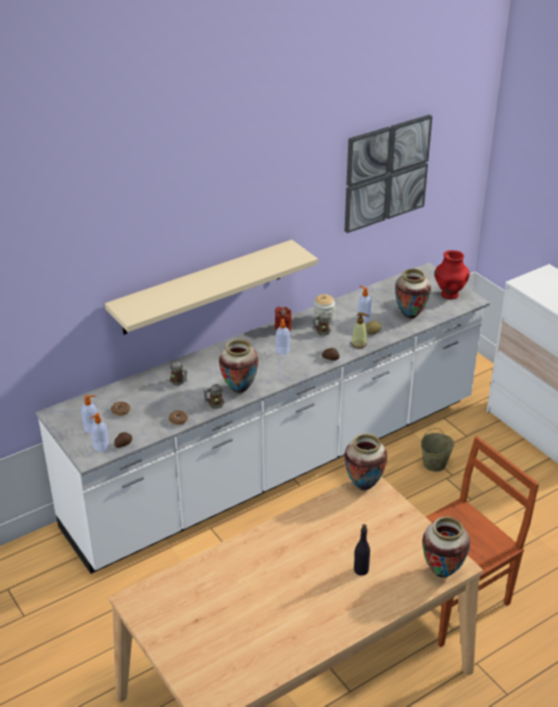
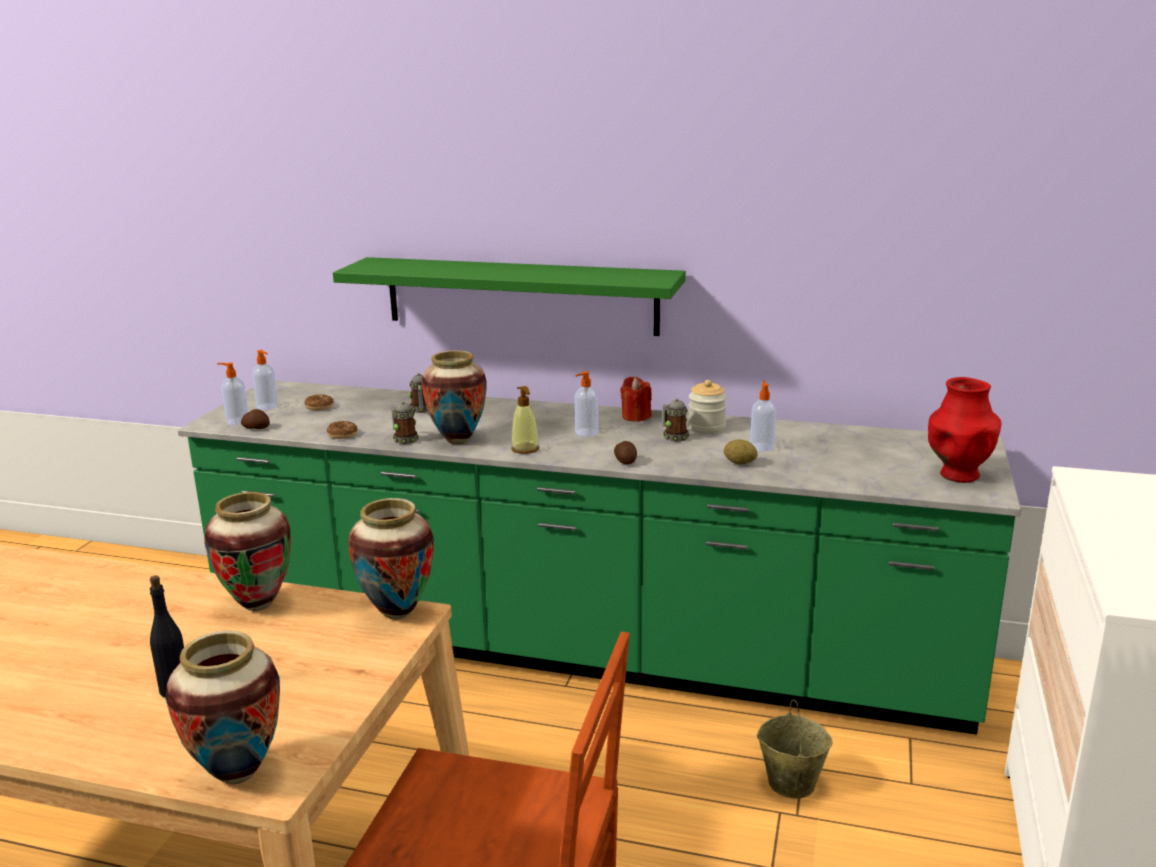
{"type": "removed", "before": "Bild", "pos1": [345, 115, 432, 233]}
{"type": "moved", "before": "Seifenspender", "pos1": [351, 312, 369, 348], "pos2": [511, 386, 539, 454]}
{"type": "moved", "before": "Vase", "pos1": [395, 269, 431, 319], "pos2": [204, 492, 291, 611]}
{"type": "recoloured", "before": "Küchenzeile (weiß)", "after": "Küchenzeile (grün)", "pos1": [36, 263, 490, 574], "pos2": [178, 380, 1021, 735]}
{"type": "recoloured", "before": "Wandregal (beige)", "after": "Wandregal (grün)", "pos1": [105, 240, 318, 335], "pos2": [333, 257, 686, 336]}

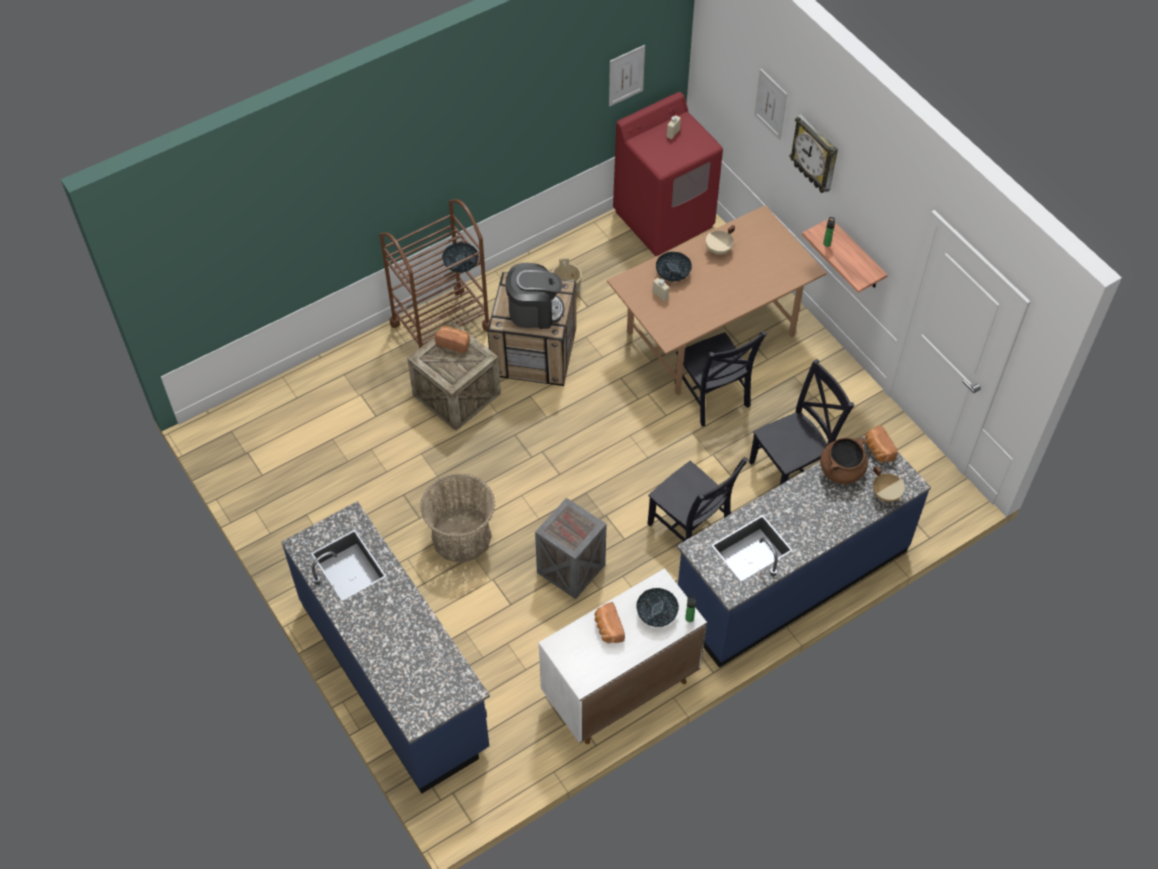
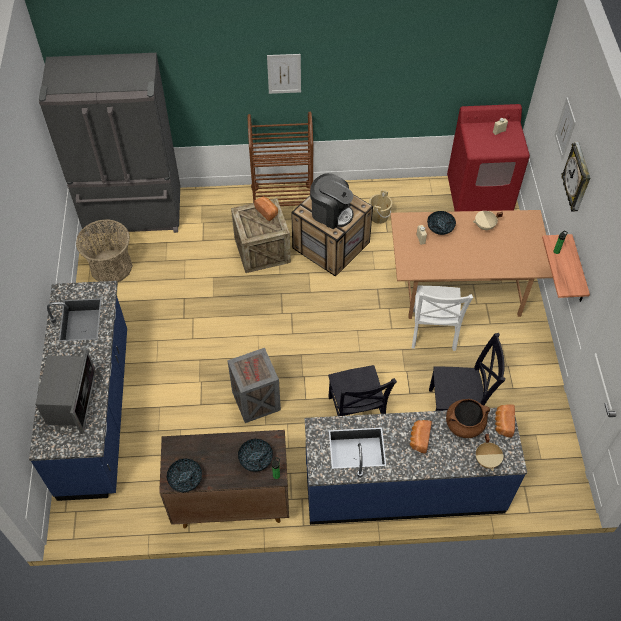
{"type": "added", "after": "Mikrowelle", "pos2": [35, 349, 96, 434]}
{"type": "added", "after": "Kühlschrank (grau)", "pos2": [39, 53, 180, 237]}
{"type": "moved", "before": "Korb", "pos1": [420, 473, 495, 563], "pos2": [76, 219, 133, 282]}
{"type": "moved", "before": "Schüssel", "pos1": [442, 243, 478, 273], "pos2": [167, 459, 202, 493]}
{"type": "moved", "before": "Brot", "pos1": [594, 602, 625, 643], "pos2": [410, 420, 432, 454]}
{"type": "moved", "before": "Bild", "pos1": [609, 45, 645, 106], "pos2": [267, 54, 301, 94]}
{"type": "recoloured", "before": "Schrank (weiß)", "after": "Schrank (braun)", "pos1": [539, 568, 707, 744], "pos2": [159, 430, 289, 528]}
{"type": "recoloured", "before": "Stuhl (schwarz)", "after": "Stuhl (weiß)", "pos1": [675, 331, 767, 426], "pos2": [412, 286, 473, 351]}

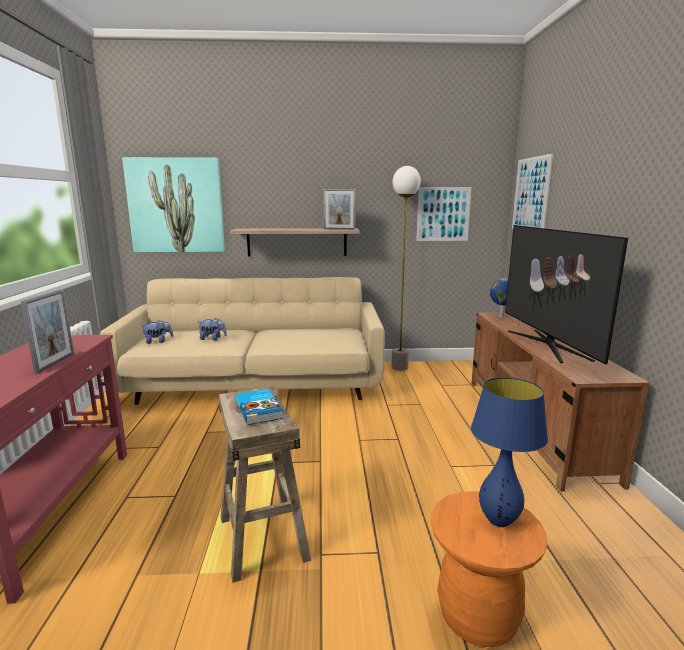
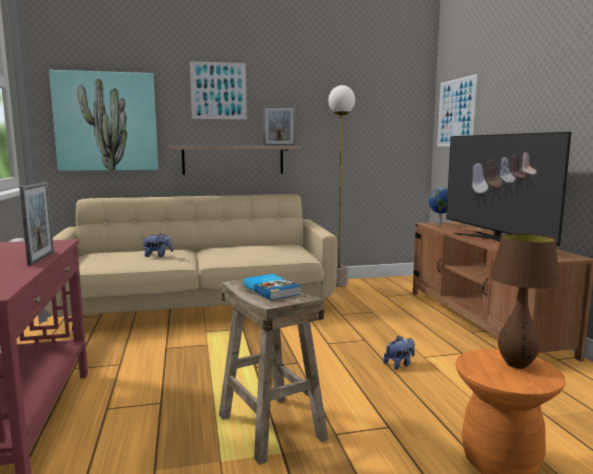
{"type": "moved", "before": "Plüschtier", "pos1": [142, 320, 173, 344], "pos2": [383, 336, 415, 370]}
{"type": "moved", "before": "Bild", "pos1": [416, 187, 471, 241], "pos2": [190, 61, 247, 119]}
{"type": "recoloured", "before": "Tischlampe (blau)", "after": "Tischlampe (braun)", "pos1": [471, 377, 548, 527], "pos2": [490, 233, 561, 369]}

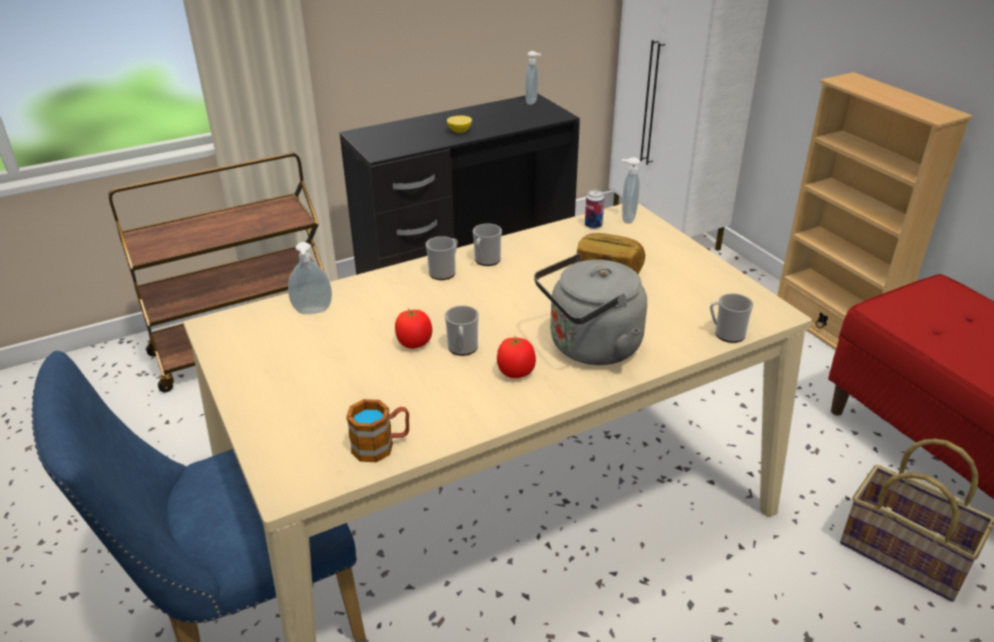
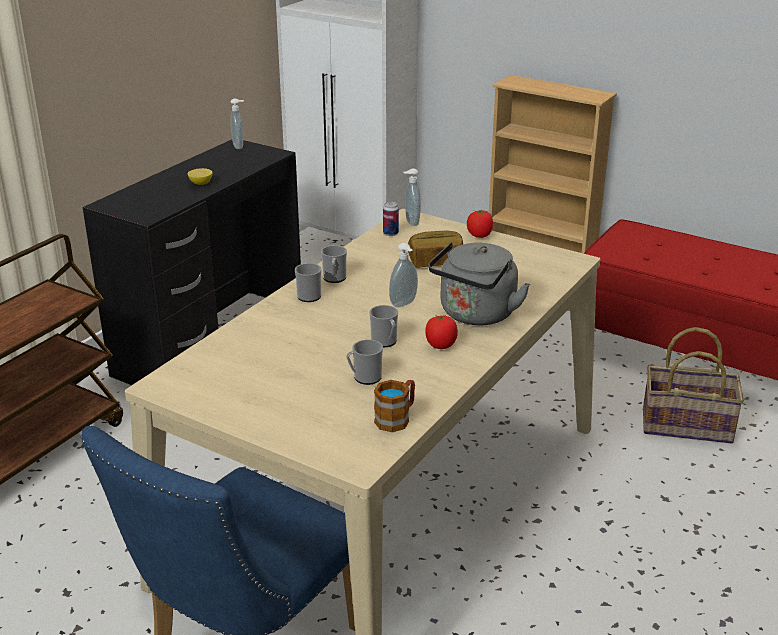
{"type": "moved", "before": "Seifenspender", "pos1": [288, 242, 332, 314], "pos2": [389, 243, 418, 307]}
{"type": "moved", "before": "Tomate", "pos1": [395, 309, 432, 349], "pos2": [467, 209, 493, 238]}
{"type": "moved", "before": "Henkelbecher", "pos1": [710, 294, 753, 343], "pos2": [346, 340, 383, 385]}

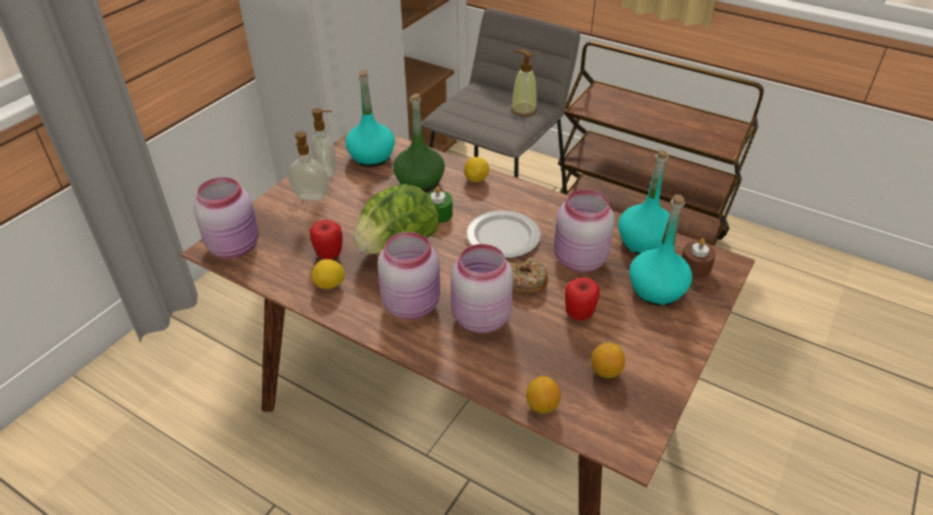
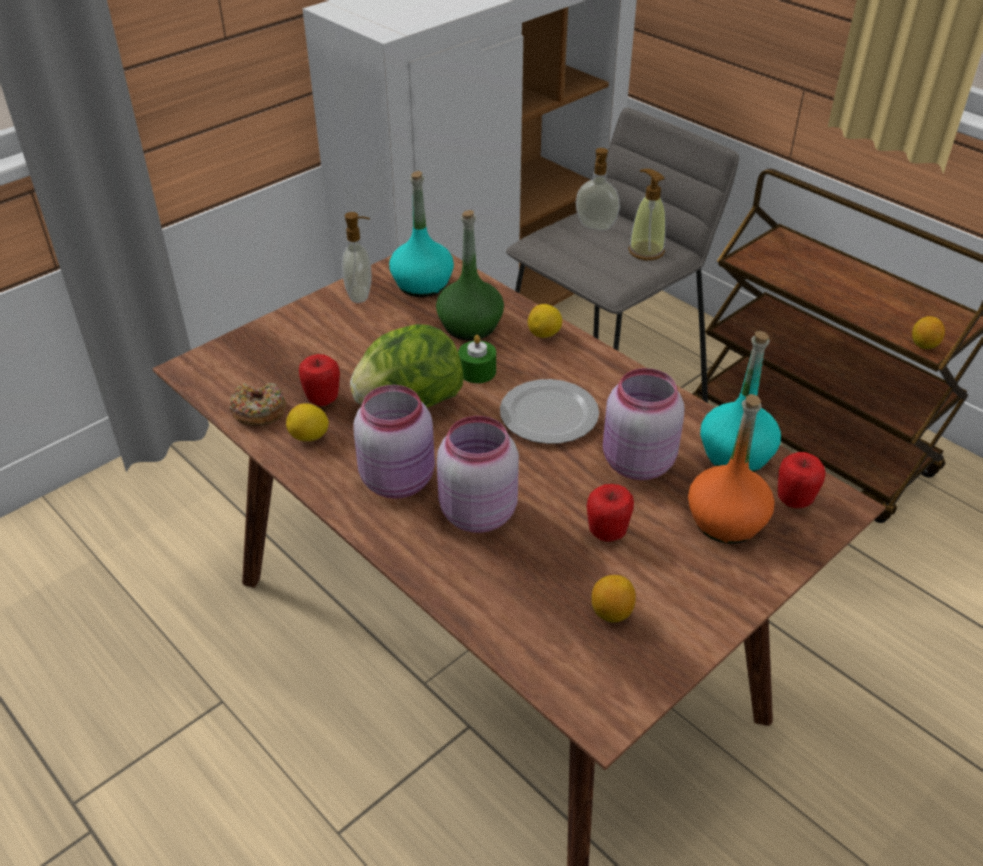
{"type": "removed", "before": "Vorratsglas (rosa)", "pos1": [194, 177, 259, 259]}
{"type": "moved", "before": "Seifenspender", "pos1": [288, 131, 329, 200], "pos2": [576, 148, 620, 231]}
{"type": "moved", "before": "Donut", "pos1": [509, 258, 548, 295], "pos2": [230, 383, 286, 427]}
{"type": "moved", "before": "Zitrone", "pos1": [526, 376, 561, 414], "pos2": [912, 316, 945, 349]}
{"type": "replaced", "before": "Kerze (braun)", "after": "Apfel", "pos1": [682, 238, 716, 278], "pos2": [778, 452, 826, 508]}
{"type": "recoloured", "before": "Flasche (türkis)", "after": "Flasche (orange)", "pos1": [629, 194, 692, 306], "pos2": [688, 394, 775, 544]}

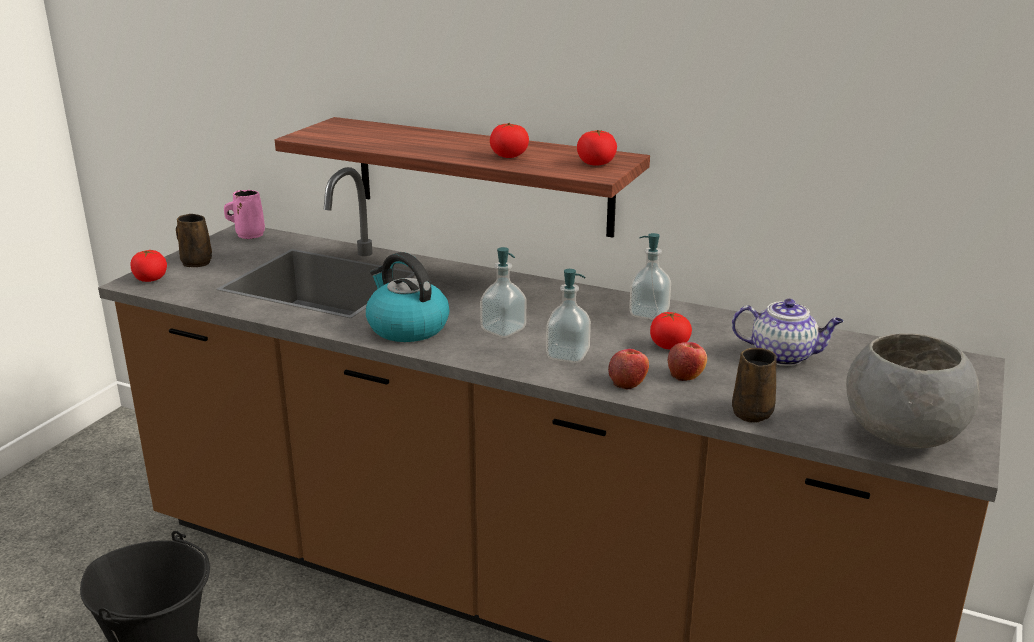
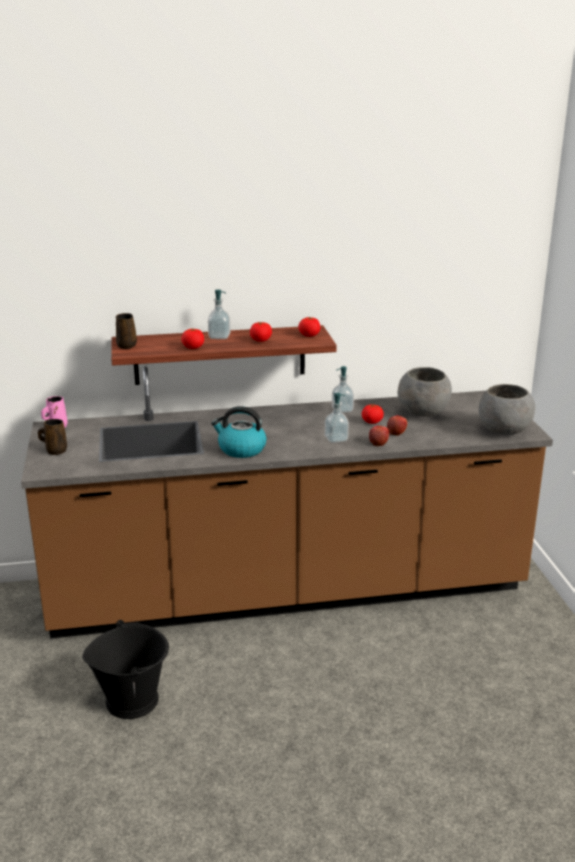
{"type": "moved", "before": "Tomate", "pos1": [131, 250, 167, 282], "pos2": [181, 329, 204, 349]}
{"type": "moved", "before": "Seifenspender", "pos1": [480, 247, 527, 338], "pos2": [208, 289, 231, 339]}
{"type": "moved", "before": "Henkelbecher (braun)", "pos1": [732, 348, 776, 423], "pos2": [116, 313, 137, 349]}
{"type": "replaced", "before": "Teekanne", "after": "Schüssel (grau)", "pos1": [732, 299, 844, 366], "pos2": [398, 367, 452, 417]}

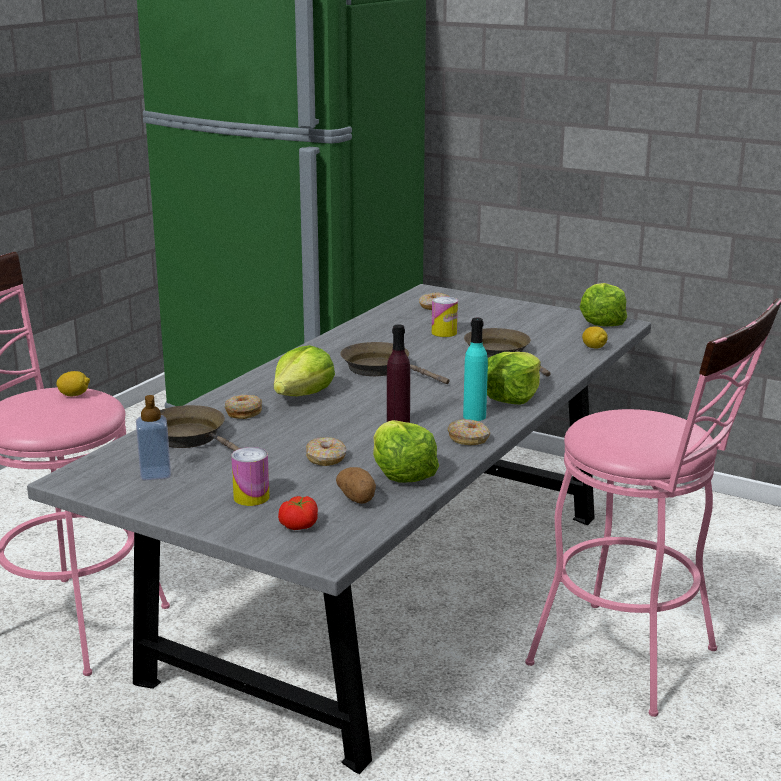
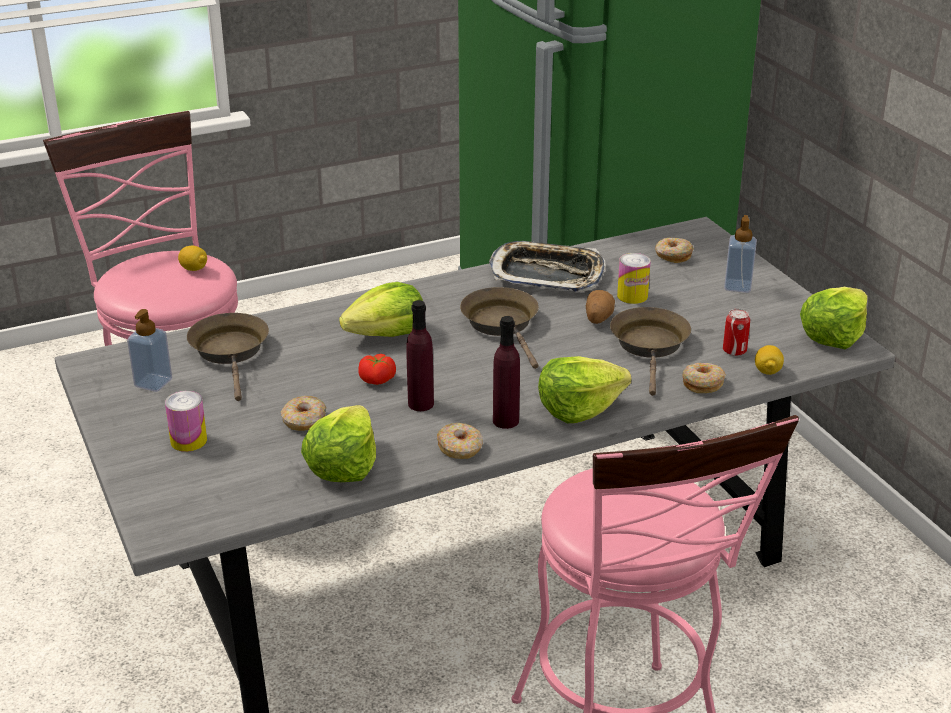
{"type": "added", "after": "Tablett", "pos2": [489, 241, 606, 292]}
{"type": "added", "after": "Dose", "pos2": [723, 309, 750, 356]}
{"type": "added", "after": "Seifenspender", "pos2": [724, 215, 757, 293]}
{"type": "moved", "before": "Donut", "pos1": [225, 395, 262, 419], "pos2": [682, 363, 726, 393]}
{"type": "moved", "before": "Tomate", "pos1": [278, 496, 318, 530], "pos2": [358, 354, 396, 385]}
{"type": "moved", "before": "Kartoffel", "pos1": [336, 467, 376, 504], "pos2": [586, 290, 615, 324]}
{"type": "recoloured", "before": "Flasche (türkis)", "after": "Flasche (lila)", "pos1": [463, 318, 488, 421], "pos2": [493, 316, 520, 429]}

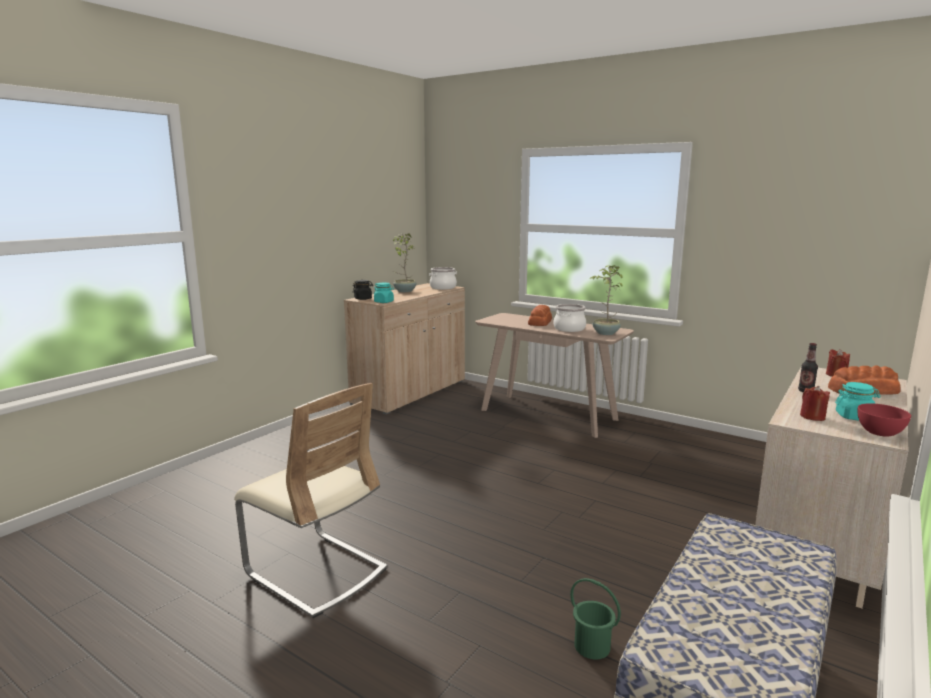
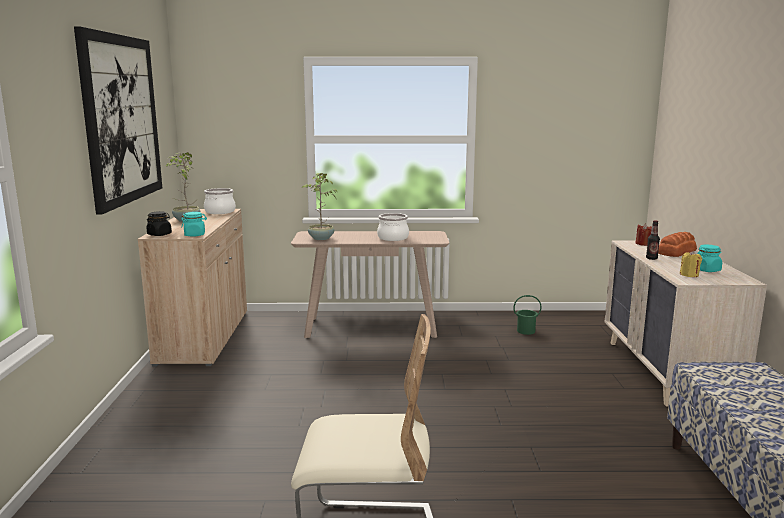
{"type": "removed", "before": "Brot", "pos1": [528, 305, 552, 326]}
{"type": "removed", "before": "Schüssel (rot)", "pos1": [857, 403, 911, 437]}
{"type": "added", "after": "Bild", "pos2": [74, 27, 162, 214]}
{"type": "moved", "before": "Eimer (grün)", "pos1": [570, 578, 621, 659], "pos2": [513, 295, 542, 335]}
{"type": "moved", "before": "Topfpflanze", "pos1": [590, 265, 623, 335], "pos2": [302, 173, 338, 240]}
{"type": "recoloured", "before": "Kerze (rot)", "after": "Kerze (gelb)", "pos1": [800, 386, 830, 421], "pos2": [680, 251, 702, 277]}

